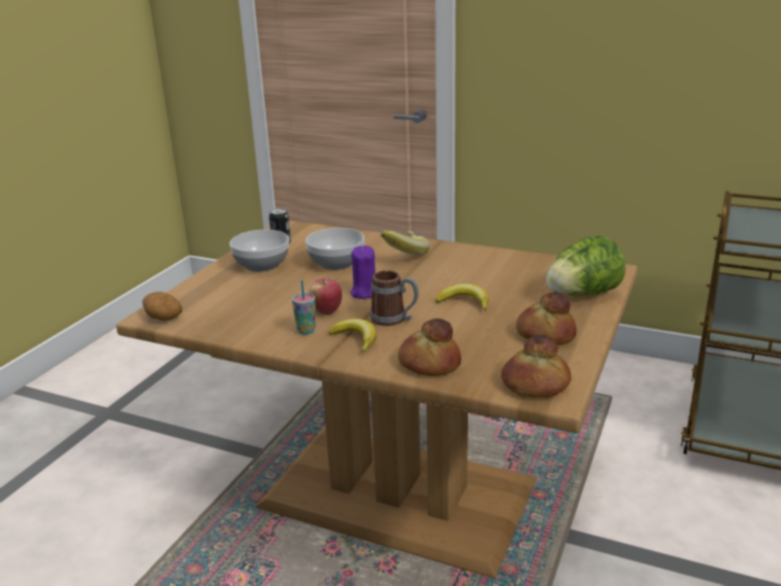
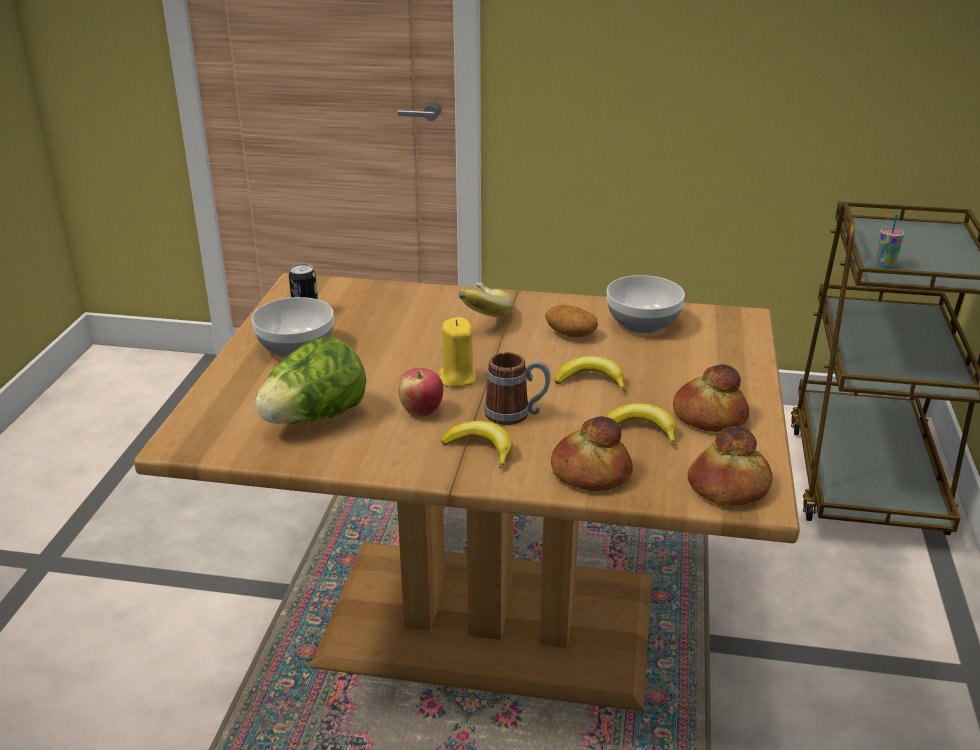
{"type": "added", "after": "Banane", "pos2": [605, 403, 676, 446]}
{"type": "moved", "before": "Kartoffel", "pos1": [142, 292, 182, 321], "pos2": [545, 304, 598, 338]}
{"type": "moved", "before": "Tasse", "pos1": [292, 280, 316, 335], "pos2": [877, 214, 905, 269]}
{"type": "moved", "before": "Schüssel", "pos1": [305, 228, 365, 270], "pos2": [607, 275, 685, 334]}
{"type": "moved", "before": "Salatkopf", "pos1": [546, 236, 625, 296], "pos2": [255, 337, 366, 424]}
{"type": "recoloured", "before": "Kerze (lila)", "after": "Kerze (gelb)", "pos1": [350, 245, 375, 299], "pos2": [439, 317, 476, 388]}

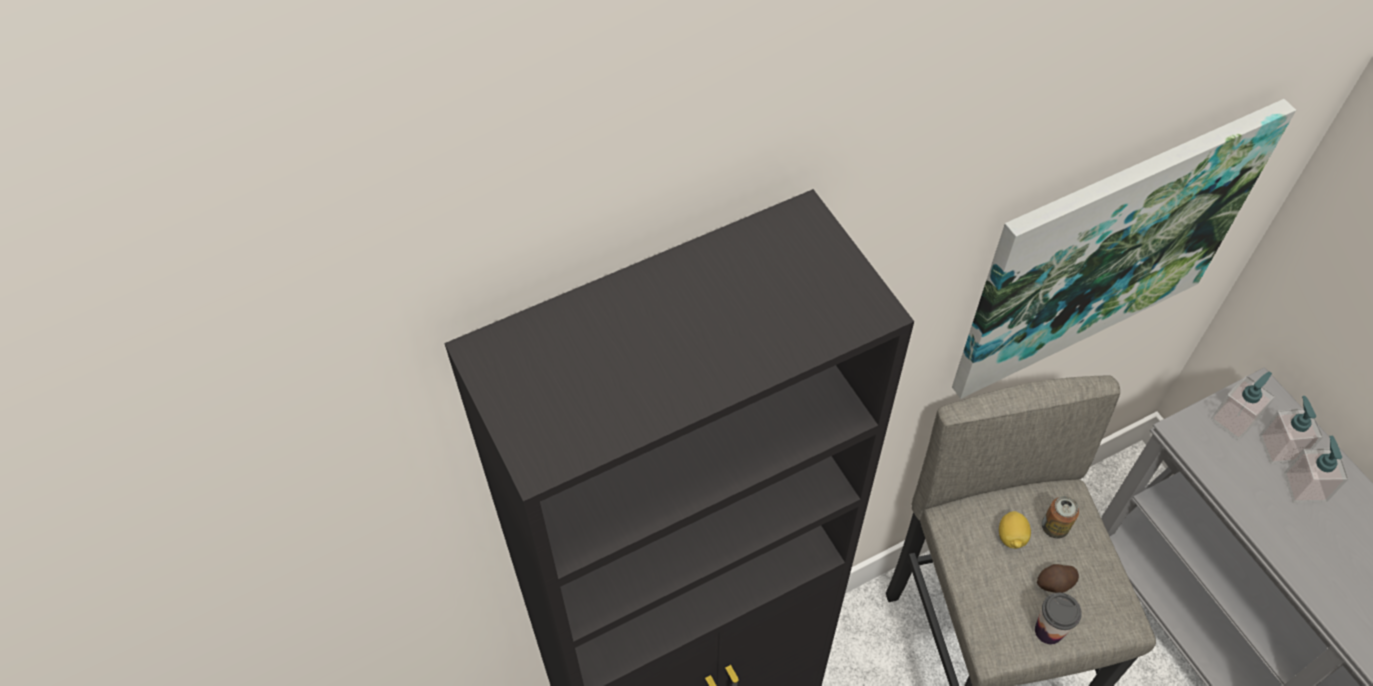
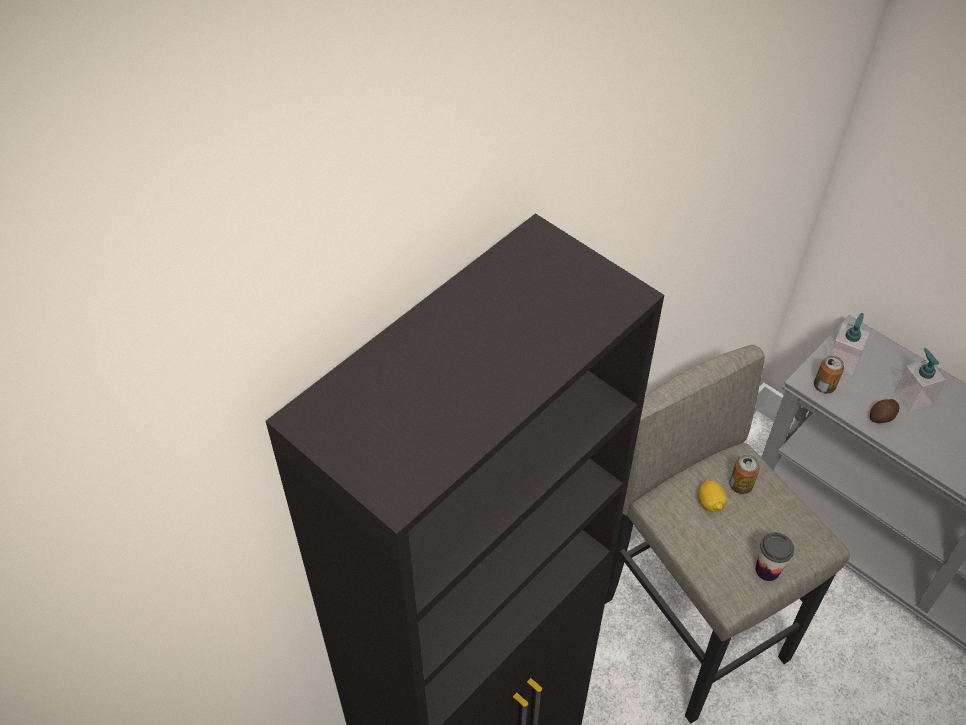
{"type": "removed", "before": "Bild", "pos1": [952, 99, 1296, 399]}
{"type": "removed", "before": "Seifenspender", "pos1": [1259, 396, 1323, 464]}
{"type": "added", "after": "Dose", "pos2": [814, 355, 844, 394]}
{"type": "moved", "before": "Kartoffel", "pos1": [1037, 564, 1079, 593], "pos2": [870, 399, 900, 423]}

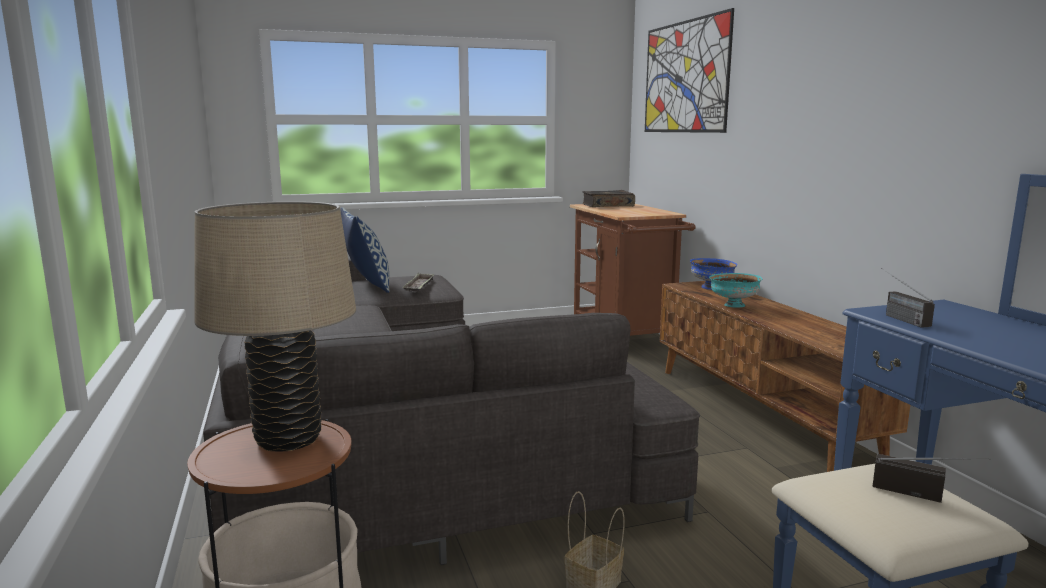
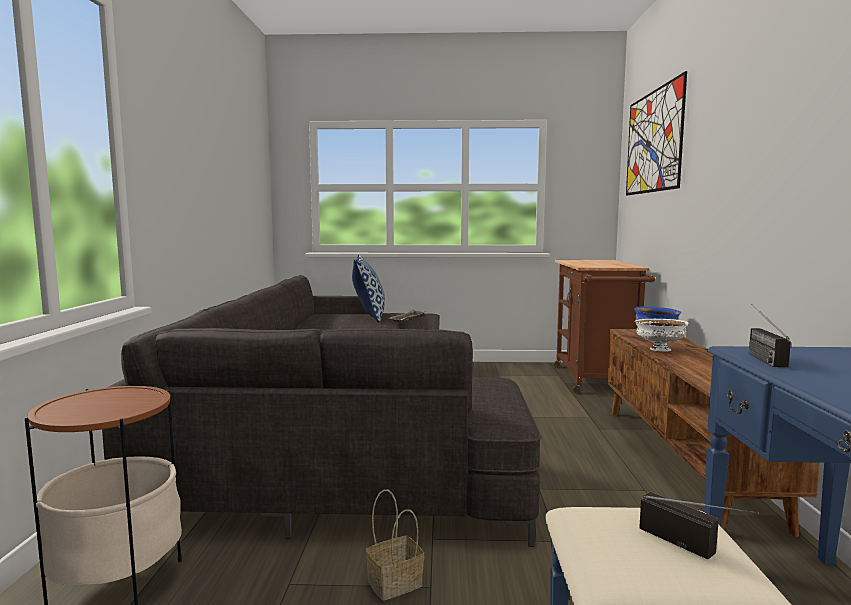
{"type": "removed", "before": "Tischlampe (beige)", "pos1": [194, 201, 356, 452]}
{"type": "removed", "before": "Buch", "pos1": [582, 190, 635, 207]}
{"type": "recoloured", "before": "Schüssel (türkis)", "after": "Schüssel (weiß)", "pos1": [709, 273, 762, 308], "pos2": [634, 319, 689, 352]}

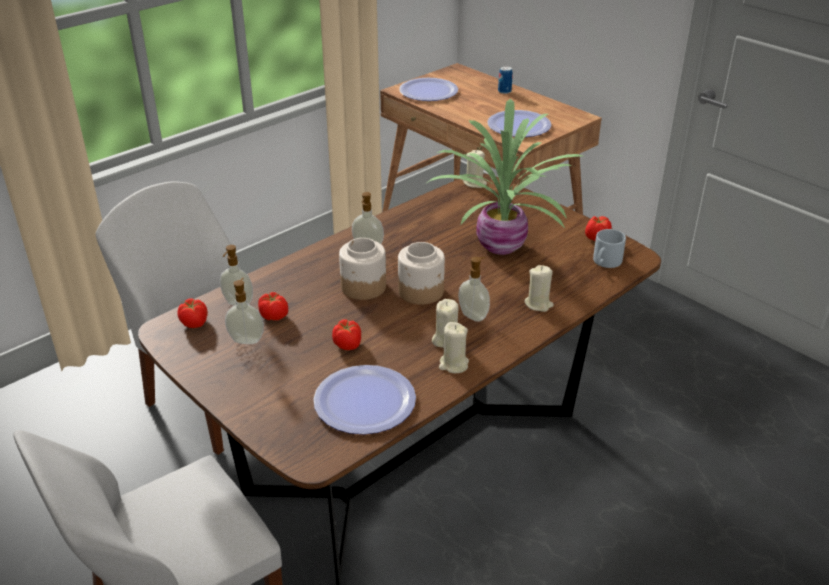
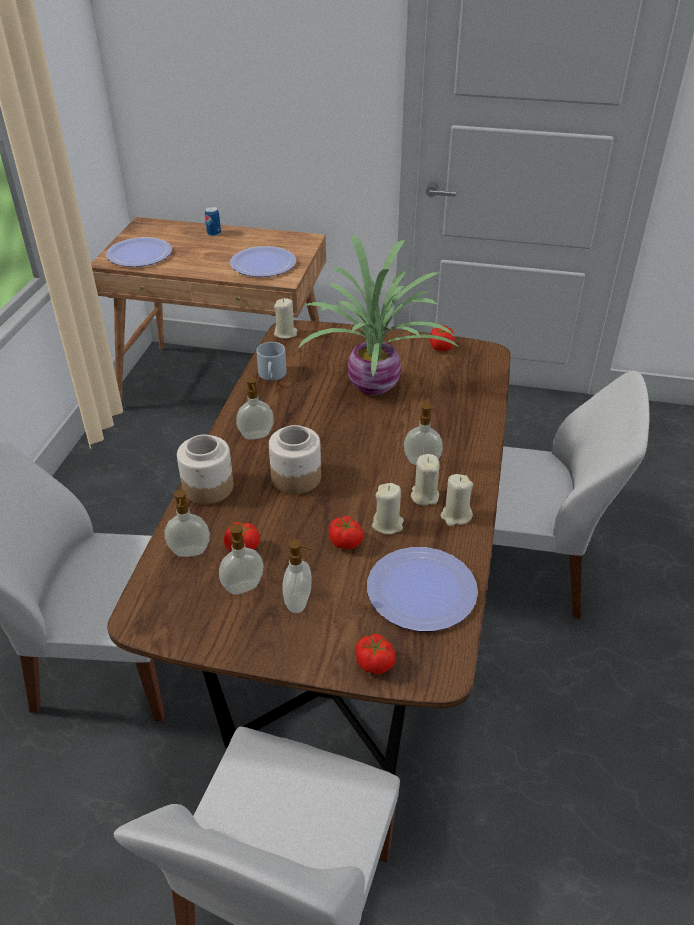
{"type": "added", "after": "Seifenspender", "pos2": [282, 539, 312, 613]}
{"type": "added", "after": "Stuhl (weiß)", "pos2": [493, 371, 649, 619]}
{"type": "moved", "before": "Tomate", "pos1": [177, 298, 208, 328], "pos2": [355, 634, 396, 674]}
{"type": "moved", "before": "Vorratsglas", "pos1": [398, 242, 445, 305], "pos2": [177, 435, 234, 504]}
{"type": "moved", "before": "Kerze (beige)", "pos1": [524, 265, 554, 312], "pos2": [372, 483, 404, 535]}
{"type": "moved", "before": "Henkelbecher (grau)", "pos1": [593, 229, 626, 268], "pos2": [256, 342, 287, 380]}

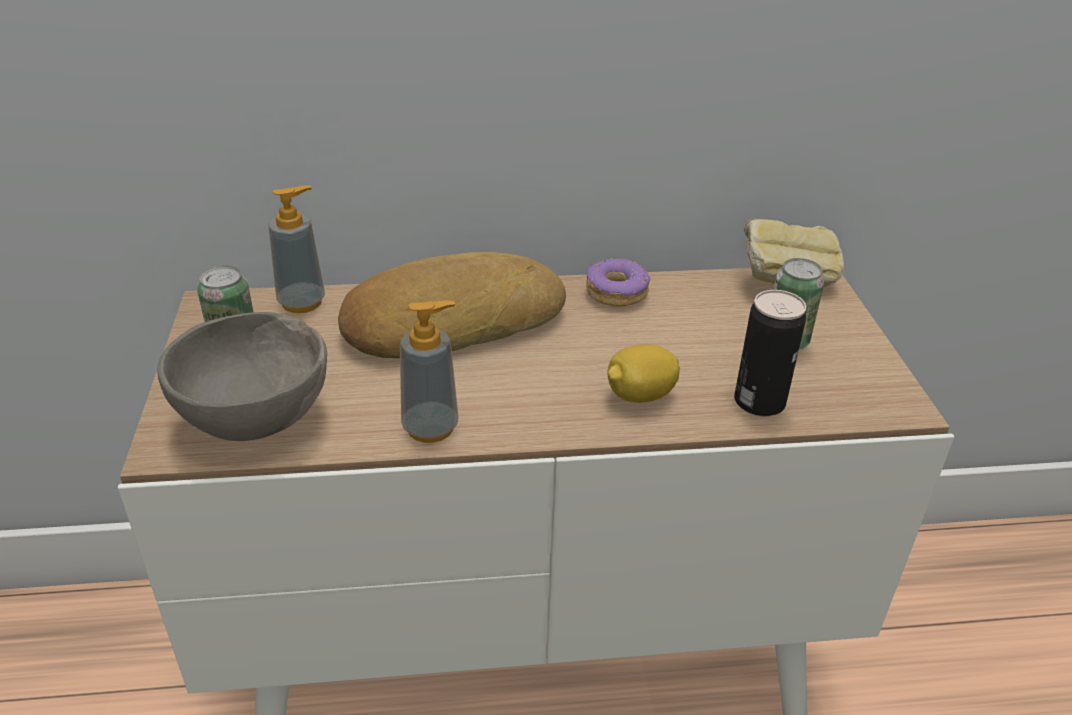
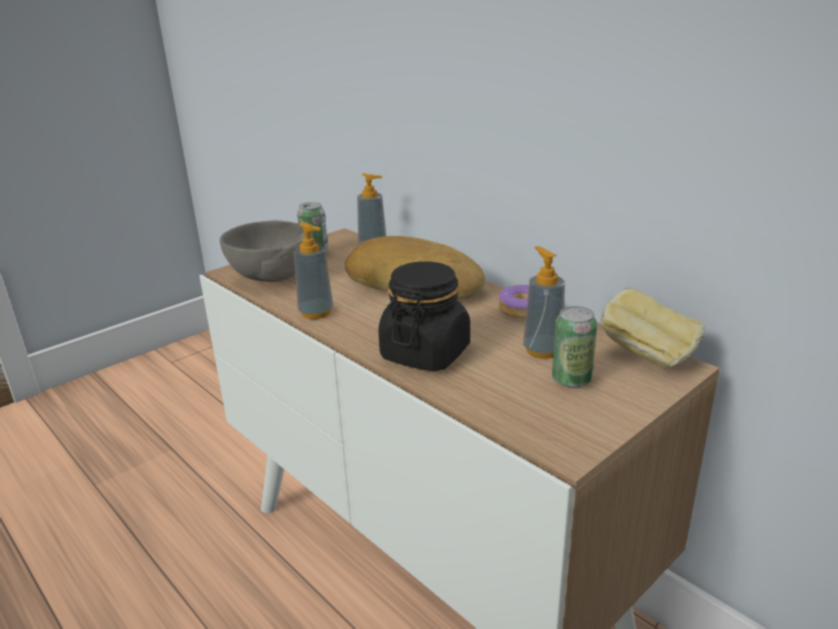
{"type": "removed", "before": "Dose", "pos1": [734, 290, 806, 416]}
{"type": "added", "after": "Seifenspender", "pos2": [523, 246, 565, 359]}
{"type": "replaced", "before": "Zitrone", "after": "Vorratsglas (schwarz)", "pos1": [607, 345, 680, 403], "pos2": [378, 261, 470, 371]}

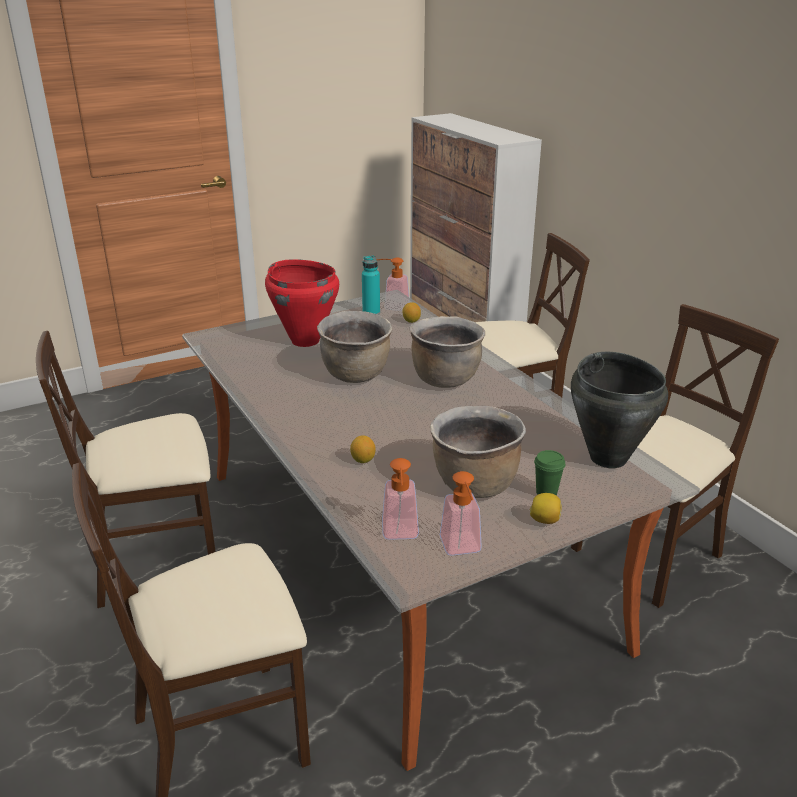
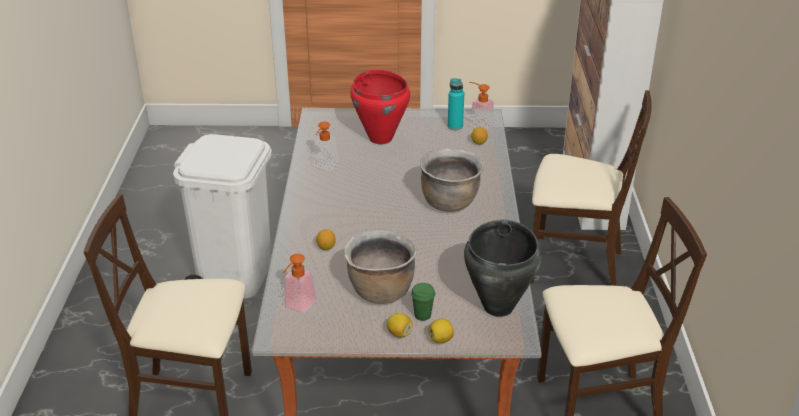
{"type": "removed", "before": "Kochtopf (braun)", "pos1": [317, 311, 392, 383]}
{"type": "added", "after": "Zitrone", "pos2": [428, 319, 454, 343]}
{"type": "moved", "before": "Seifenspender", "pos1": [440, 471, 482, 556], "pos2": [313, 122, 339, 171]}
{"type": "replaced", "before": "Stuhl (beige)", "after": "Mülleimer (weiß)", "pos1": [36, 331, 216, 608], "pos2": [173, 134, 272, 299]}

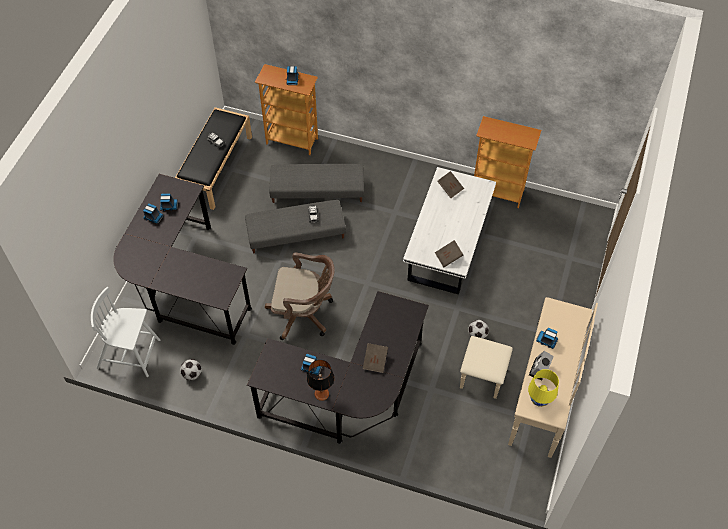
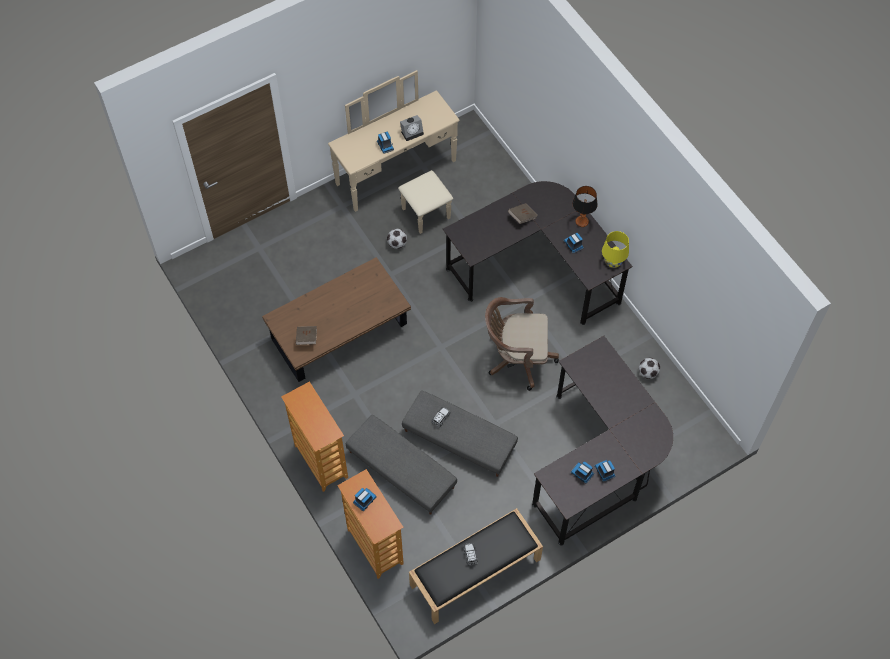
{"type": "removed", "before": "Stuhl (weiß)", "pos1": [91, 287, 160, 377]}
{"type": "removed", "before": "Buch (braun)", "pos1": [435, 240, 463, 267]}
{"type": "moved", "before": "Bücherregal", "pos1": [474, 116, 541, 208], "pos2": [281, 381, 348, 492]}
{"type": "moved", "before": "Tischlampe (gelb)", "pos1": [528, 369, 559, 407], "pos2": [602, 231, 629, 268]}
{"type": "recoloured", "before": "Couchtisch (weiß)", "after": "Couchtisch (braun)", "pos1": [403, 167, 496, 295], "pos2": [262, 257, 411, 382]}
{"type": "turned", "before": "Bürostuhl (braun)", "pos1": [265, 253, 335, 340], "pos2": [485, 297, 559, 391], "turn": -45}

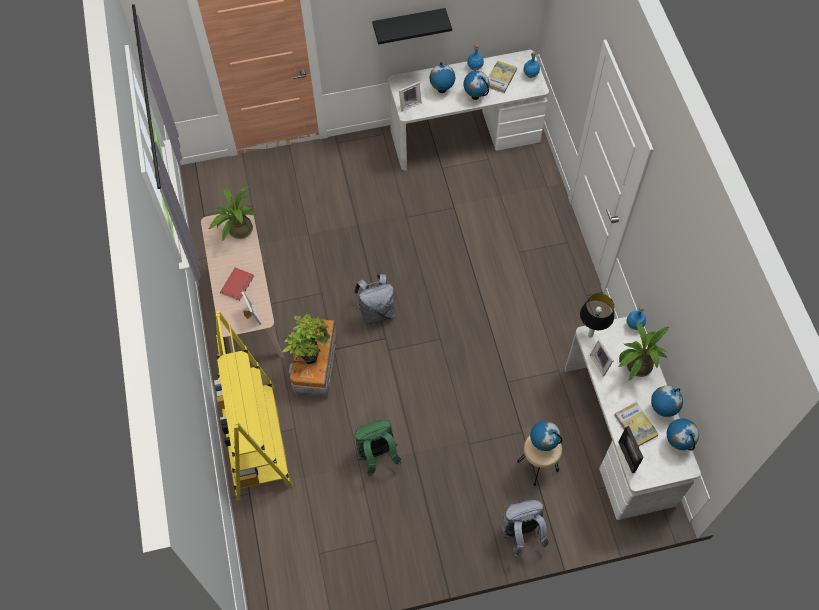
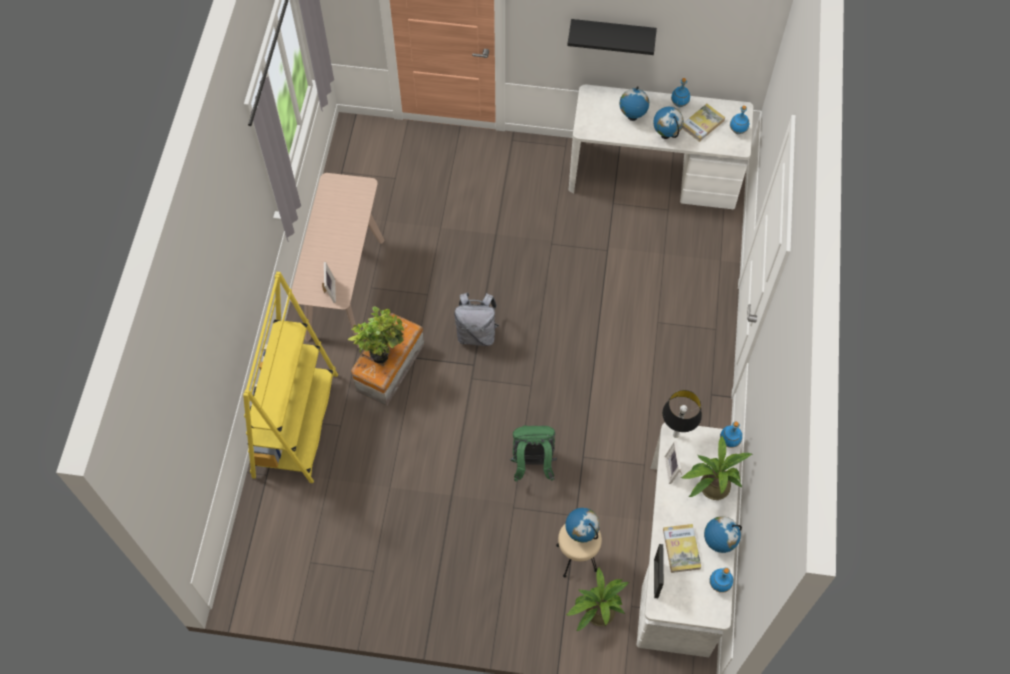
{"type": "removed", "before": "Buch (rot)", "pos1": [220, 267, 254, 301]}
{"type": "removed", "before": "Bilderrahmen", "pos1": [399, 82, 422, 112]}
{"type": "removed", "before": "Rucksack (grau)", "pos1": [502, 500, 549, 557]}
{"type": "moved", "before": "Topfpflanze", "pos1": [209, 186, 257, 241], "pos2": [566, 567, 629, 631]}
{"type": "moved", "before": "Rucksack (grün)", "pos1": [355, 419, 402, 476], "pos2": [509, 425, 557, 482]}
{"type": "replaced", "before": "Globus", "after": "Flasche (blau)", "pos1": [667, 418, 699, 451], "pos2": [709, 568, 733, 593]}

